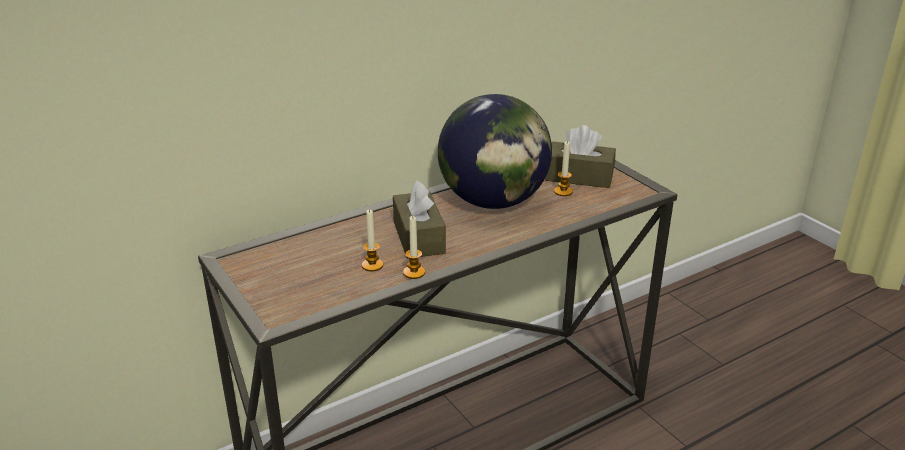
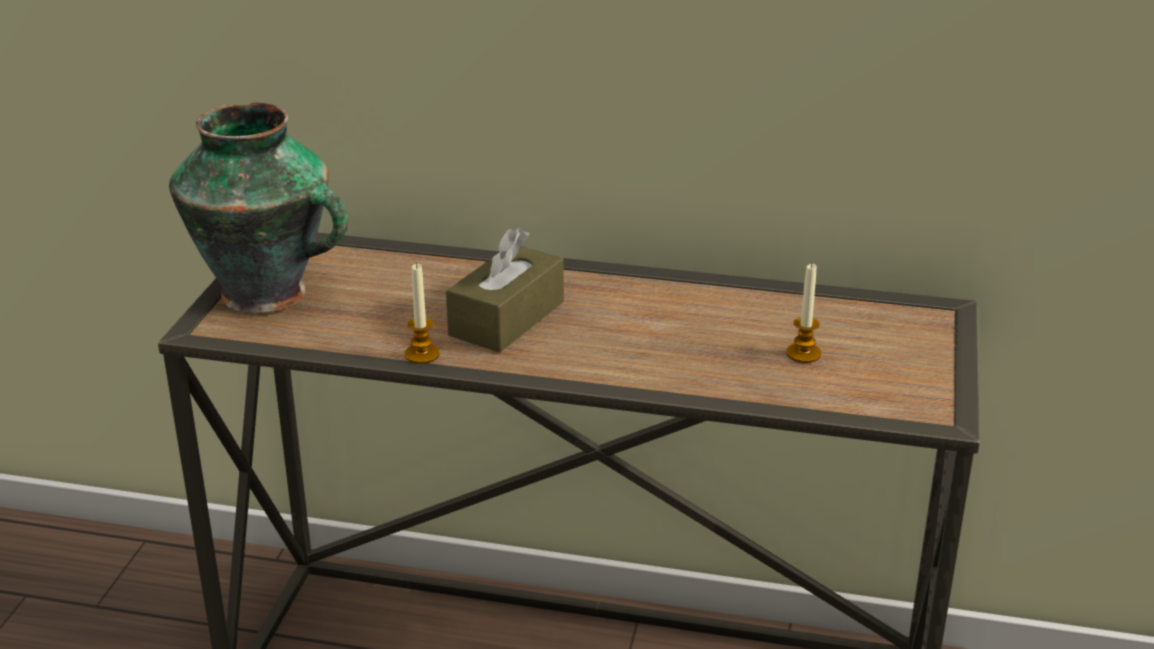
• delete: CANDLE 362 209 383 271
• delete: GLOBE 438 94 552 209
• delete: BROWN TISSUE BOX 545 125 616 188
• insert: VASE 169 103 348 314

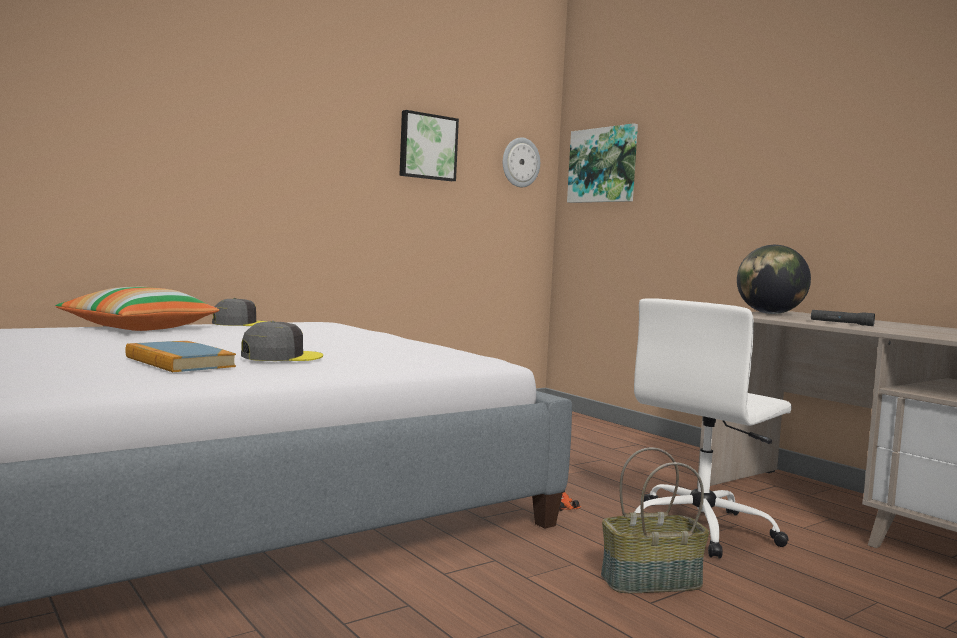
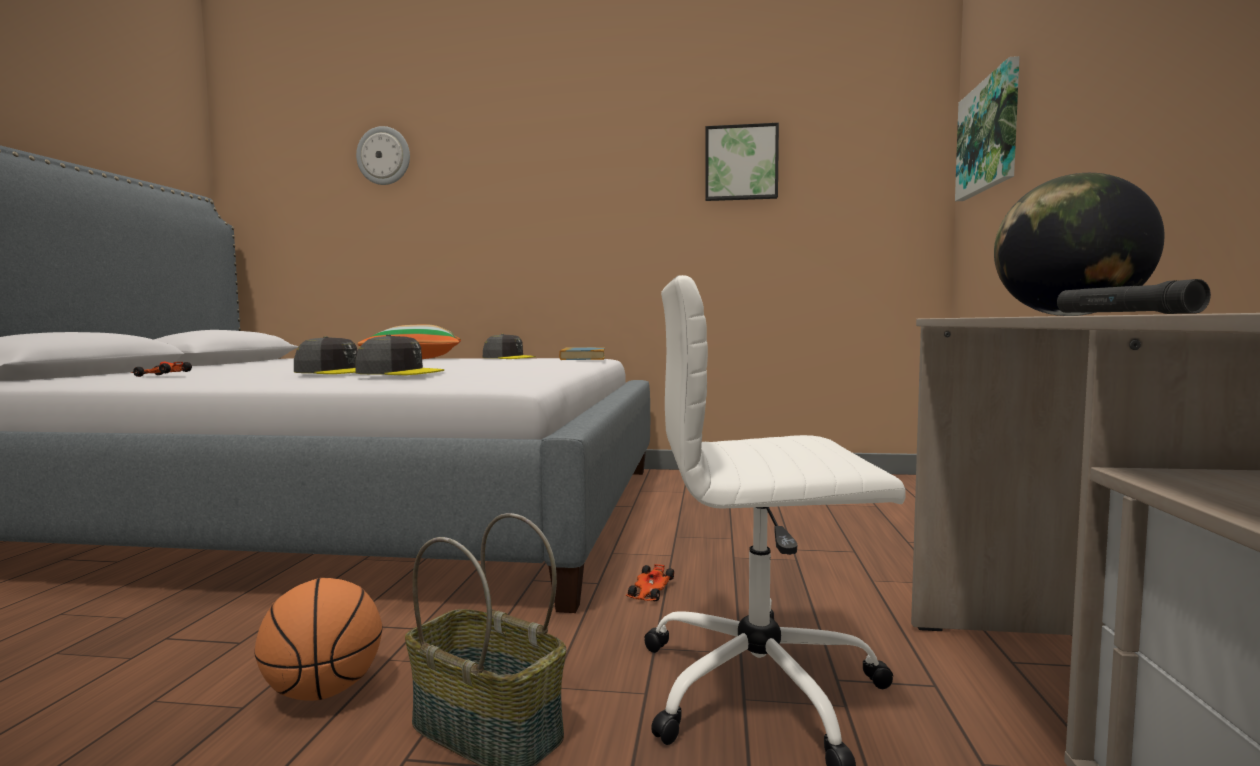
• insert: TOY CAR 130 362 192 377
• insert: BASKETBALL 254 578 383 701
• insert: GREY CAP 355 334 444 375
• move: BOOK 125 341 236 372 to 559 347 605 360
• move: WALL CLOCK 503 137 540 187 to 356 126 410 185

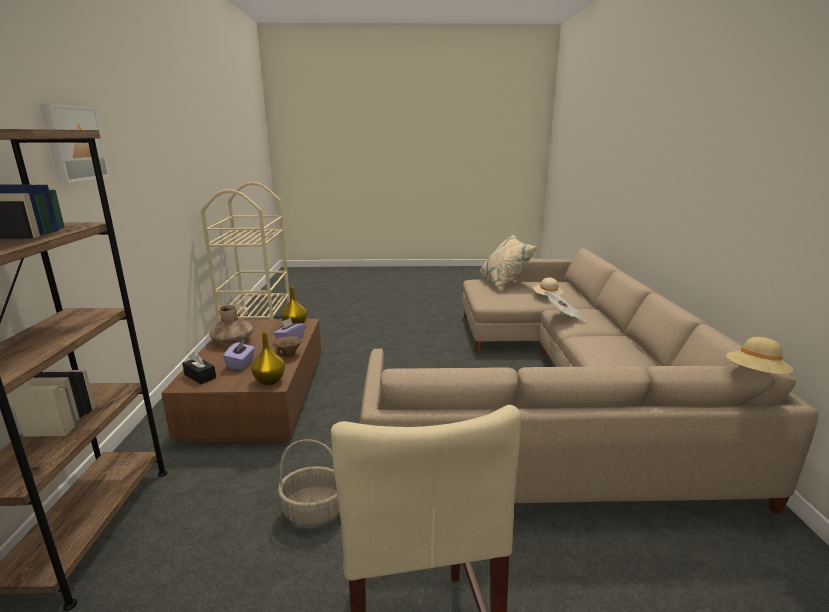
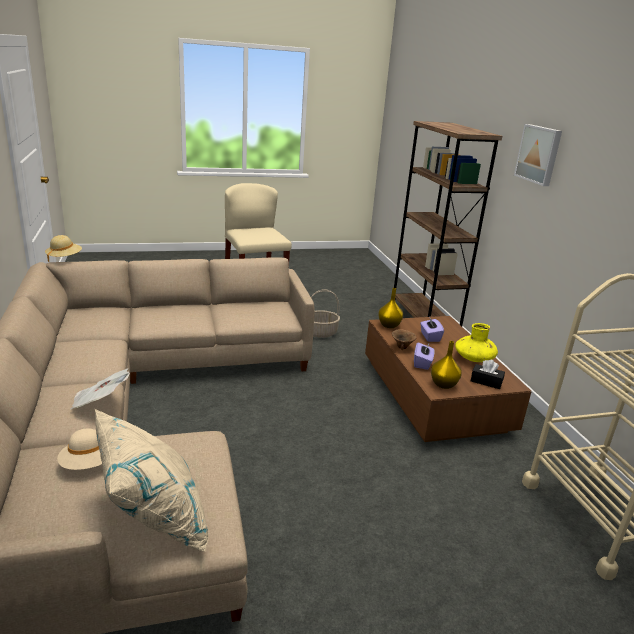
• move: BLACK TISSUE BOX 182 352 216 384 to 471 359 505 389
• recolor: BROWN VASE 209 304 253 345 to YELLOW VASE 455 323 498 362

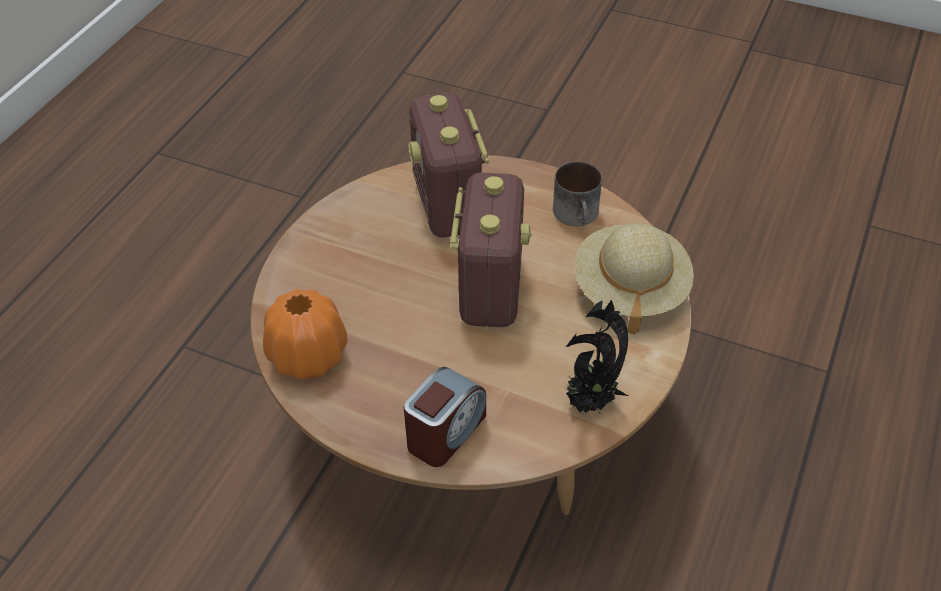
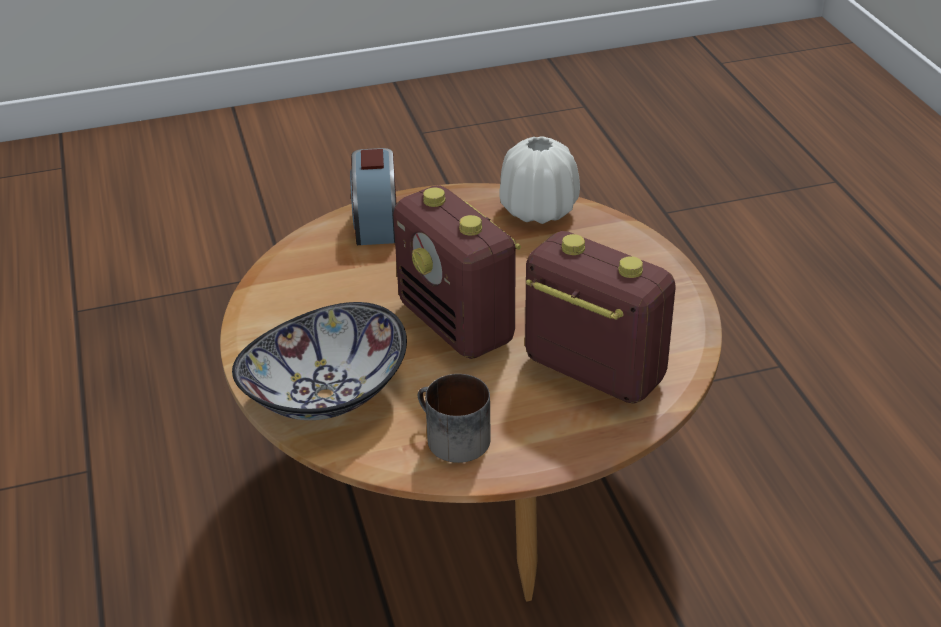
• delete: POTTED PLANT 565 299 628 414
• replace: BEIGE HAT 575 223 694 335 to BOWL 232 302 407 420
• recolor: ORANGE VASE 263 289 348 379 to WHITE VASE 500 136 580 224

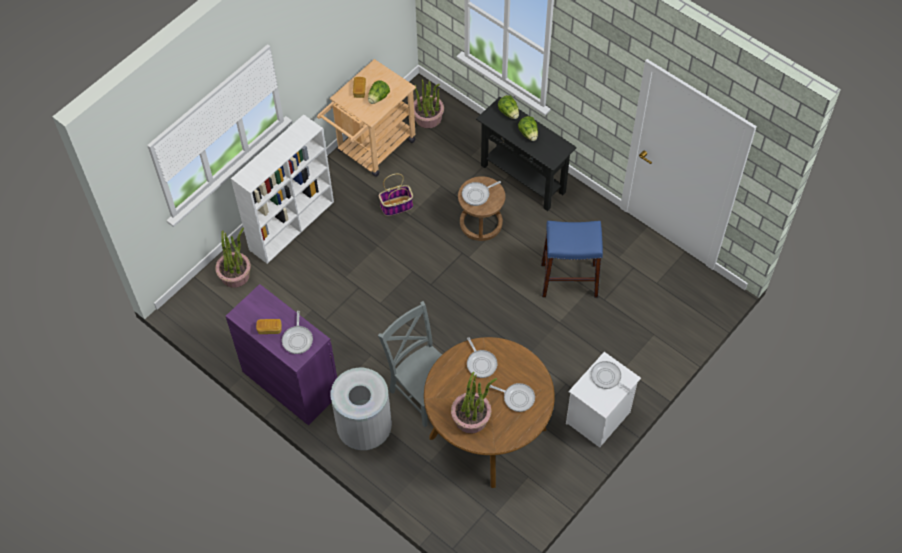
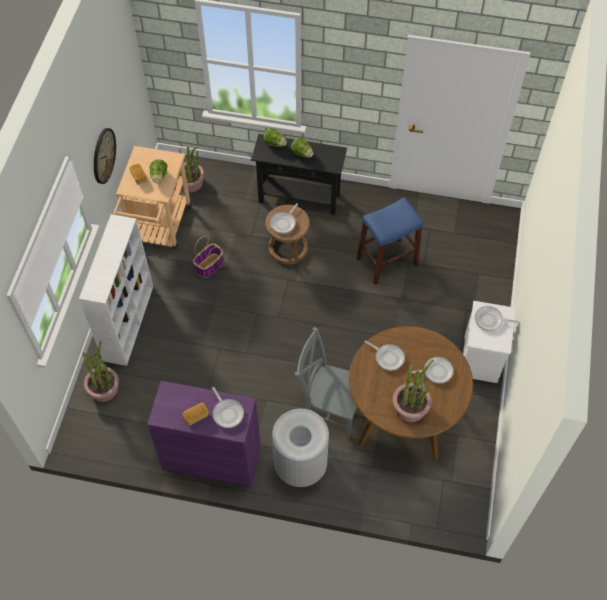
• insert: WALL CLOCK 94 128 116 184

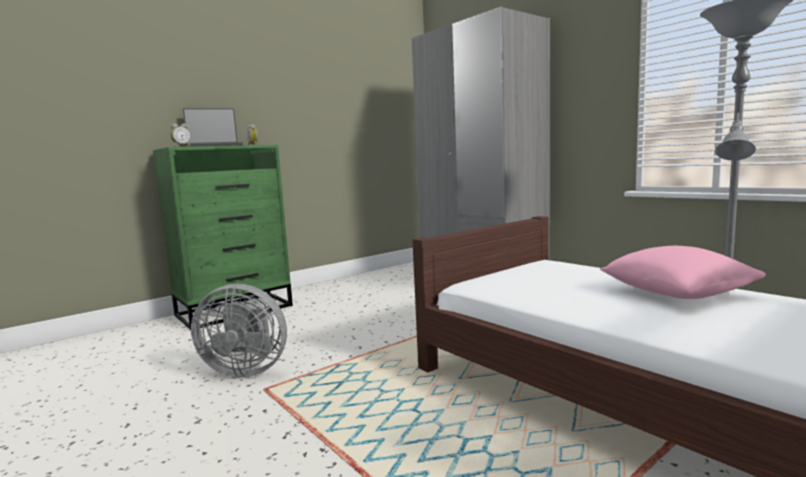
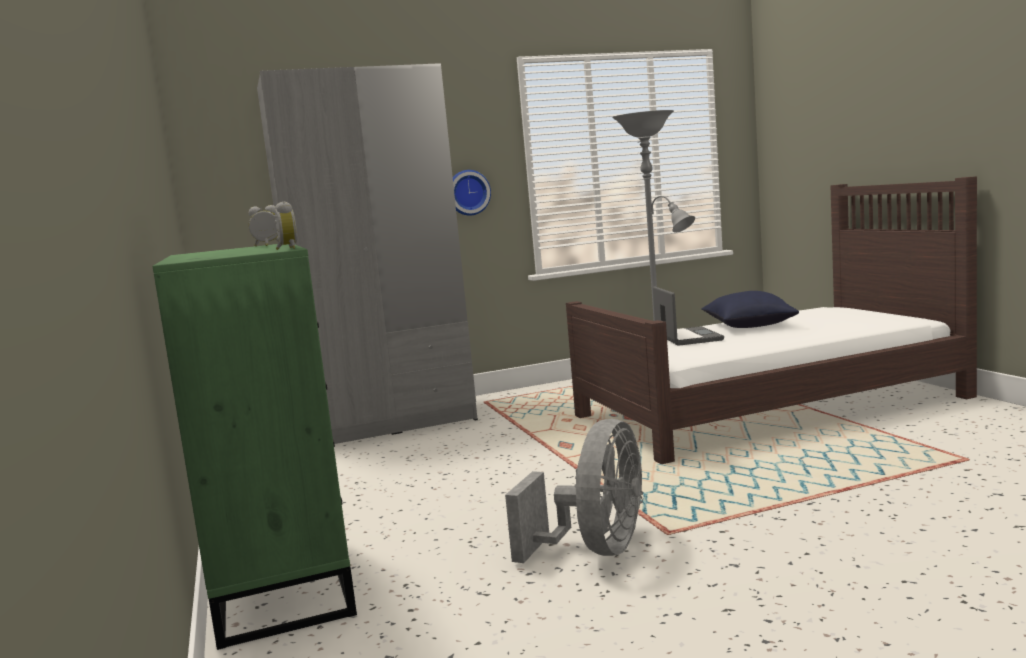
• insert: WALL CLOCK 453 170 491 216
• move: LAPTOP 183 108 243 147 to 653 286 724 346
• recolor: PINK PILLOW 600 246 766 299 to BLUE PILLOW 702 291 799 328

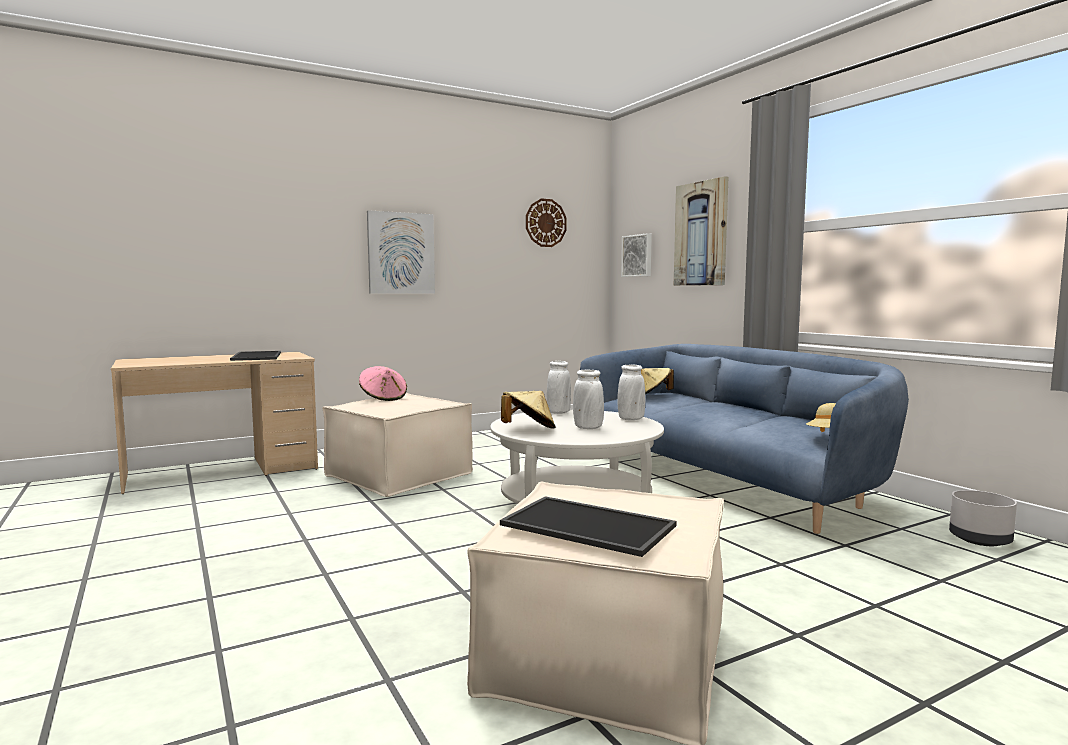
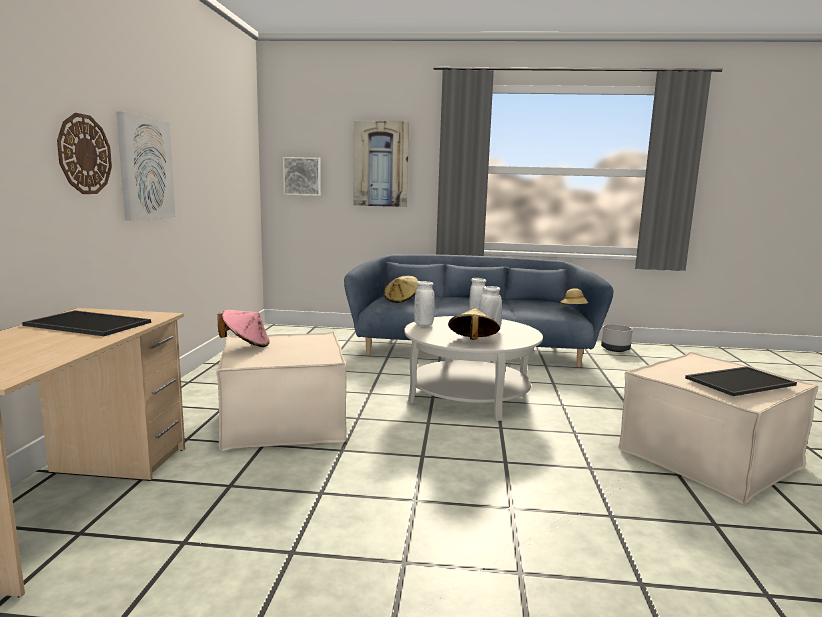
• move: WALL CLOCK 526 198 567 247 to 57 113 112 194

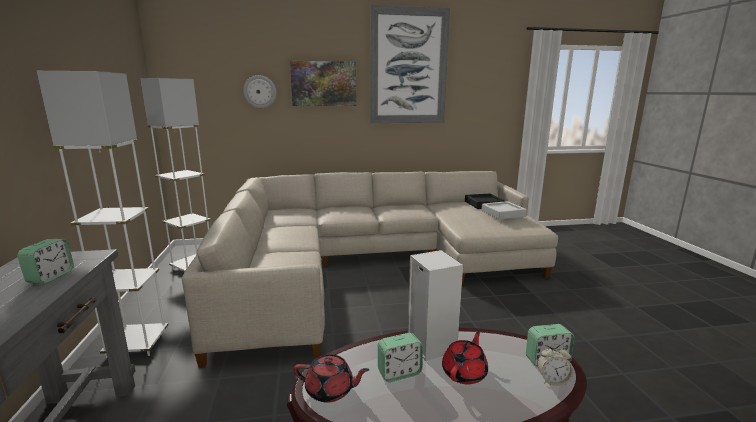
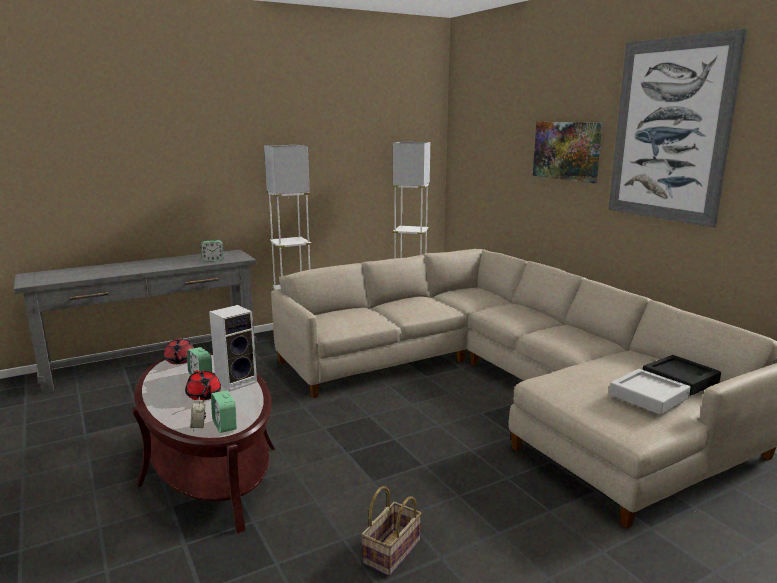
• delete: WALL CLOCK 243 75 276 108
• insert: BASKET 361 486 421 576
• rotate: RED TEAPOT 442 331 488 385 = 185 370 221 401 45 degrees clockwise

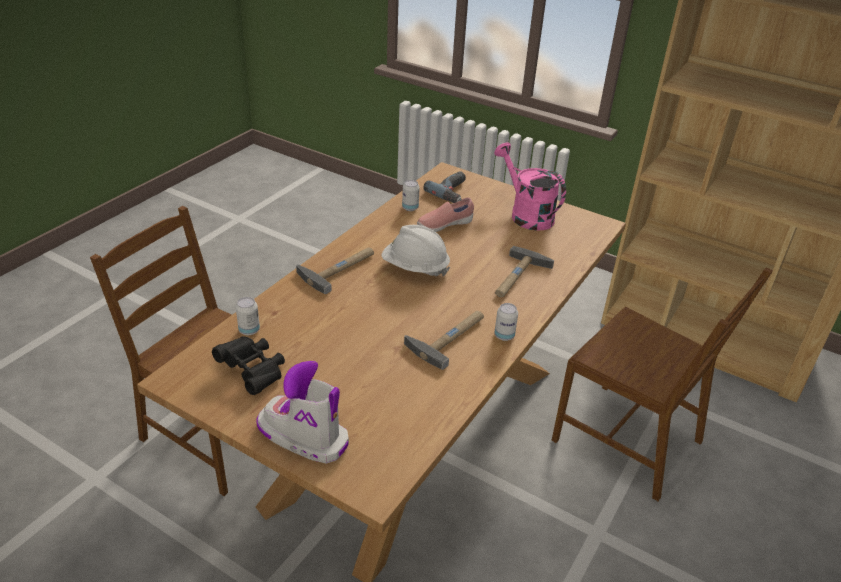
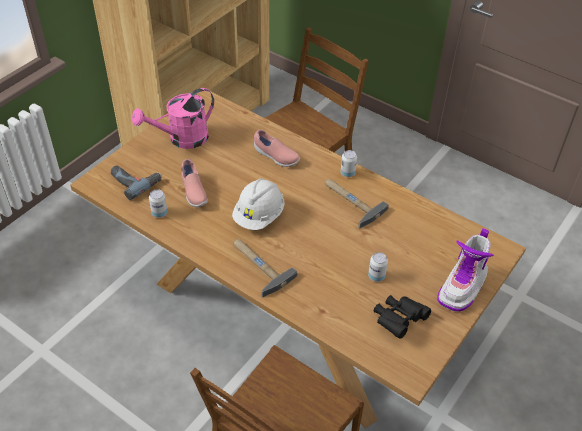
• move: CAN 236 297 260 335 to 368 252 388 282
• replace: HAMMER 495 246 554 297 to PINK SHOE 254 129 300 167

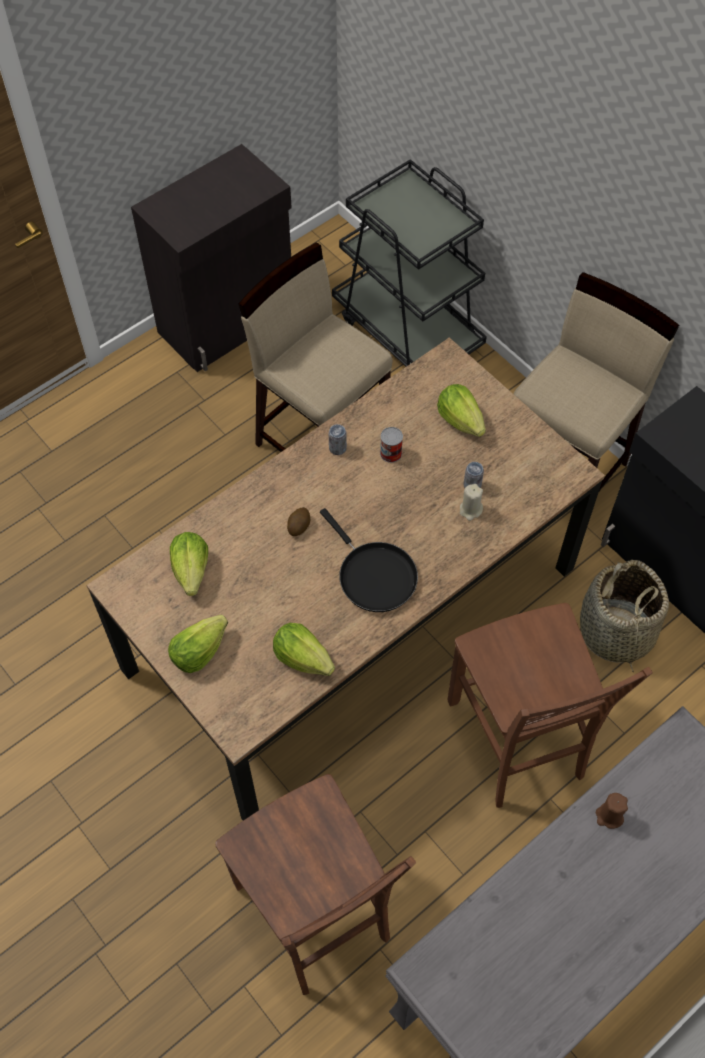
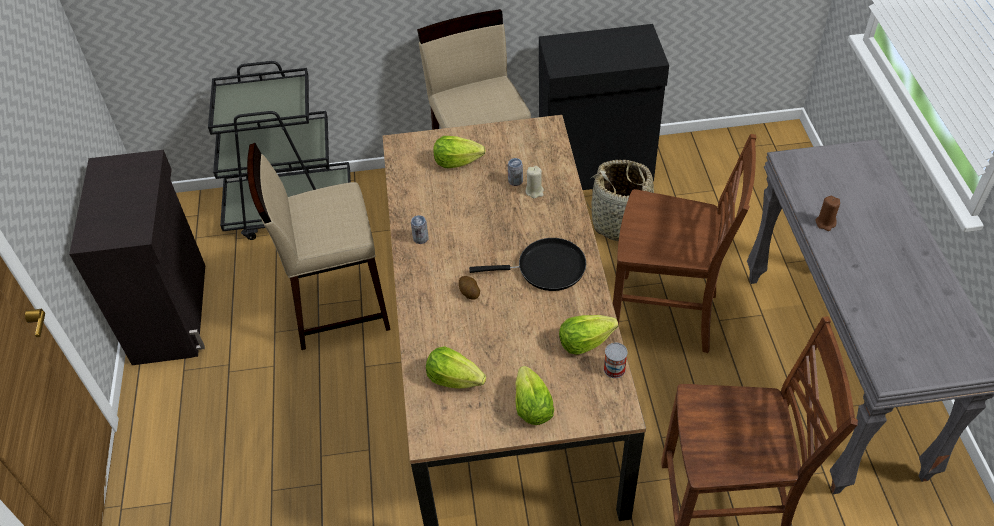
• move: CAN 380 427 403 463 to 604 343 628 378

